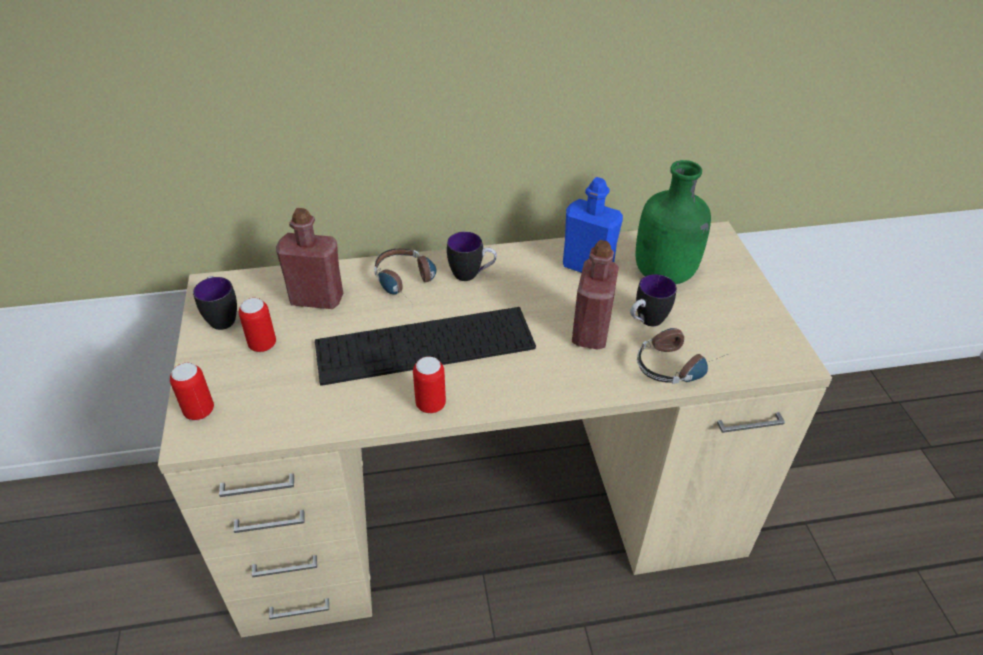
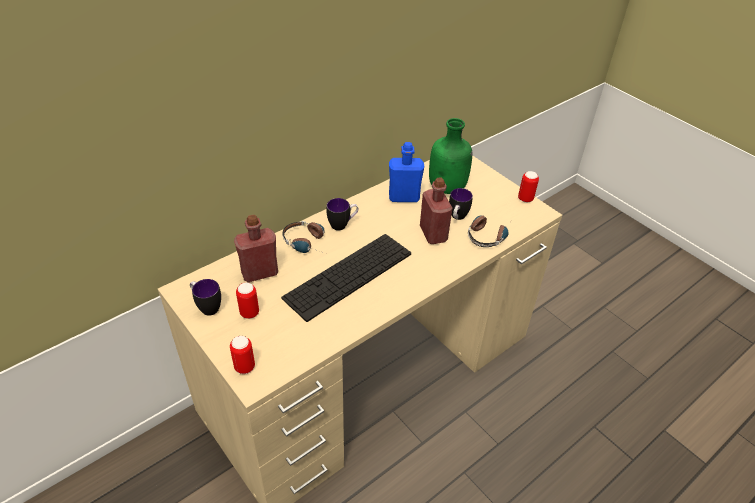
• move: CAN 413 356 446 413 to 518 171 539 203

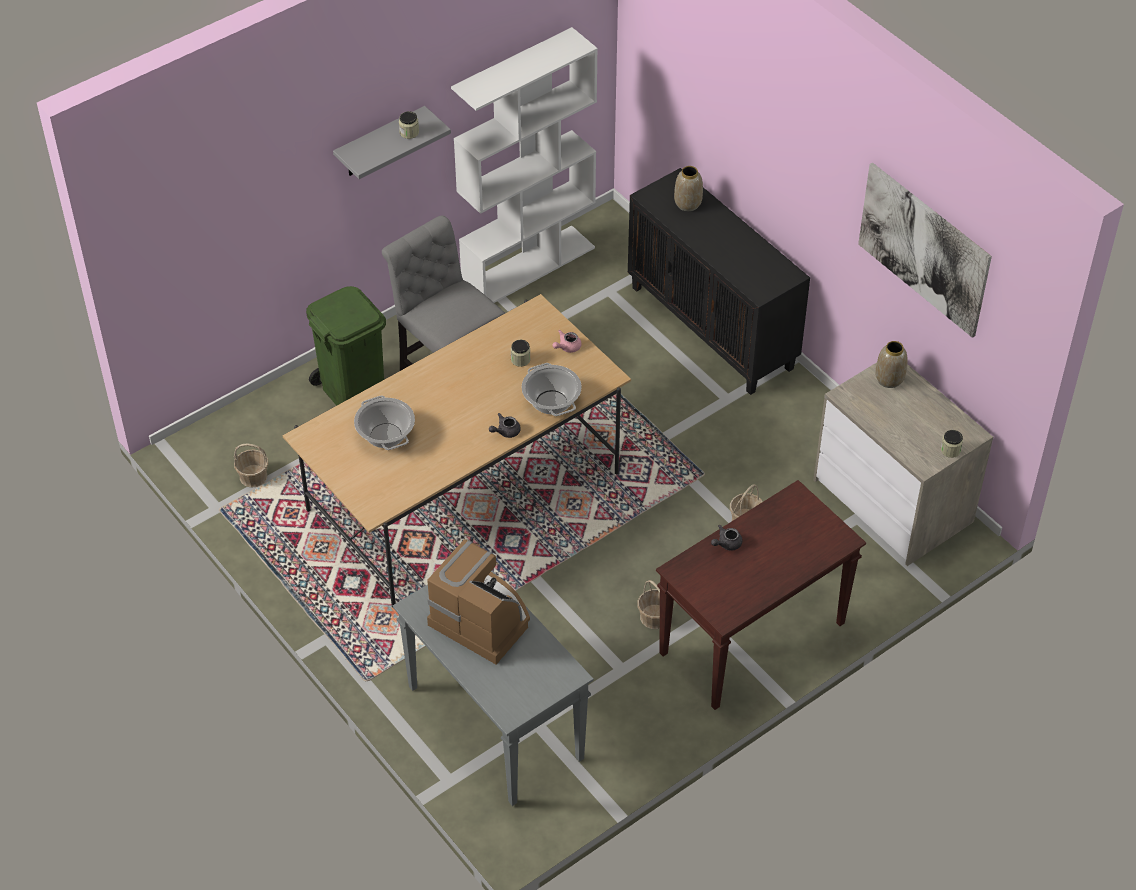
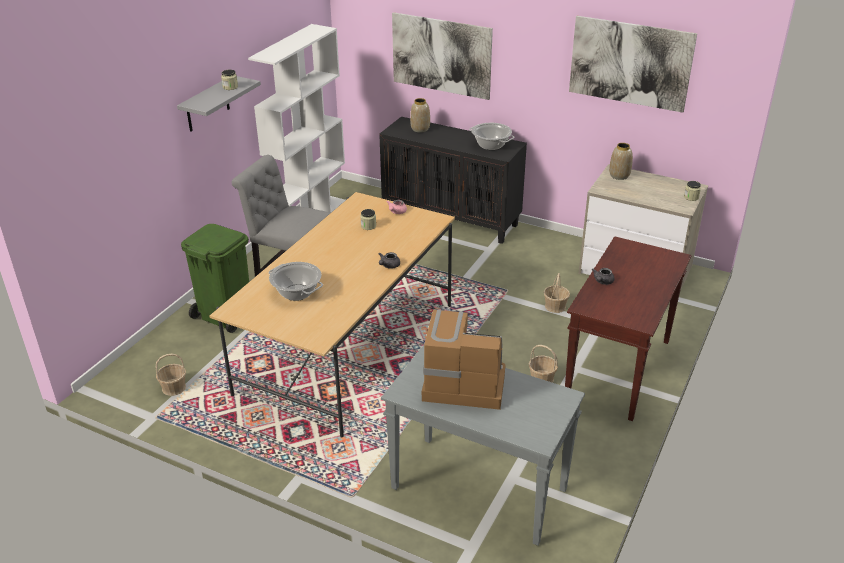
• insert: PICTURE 392 12 493 100
• move: COOKING POT 521 363 582 416 to 469 123 515 150

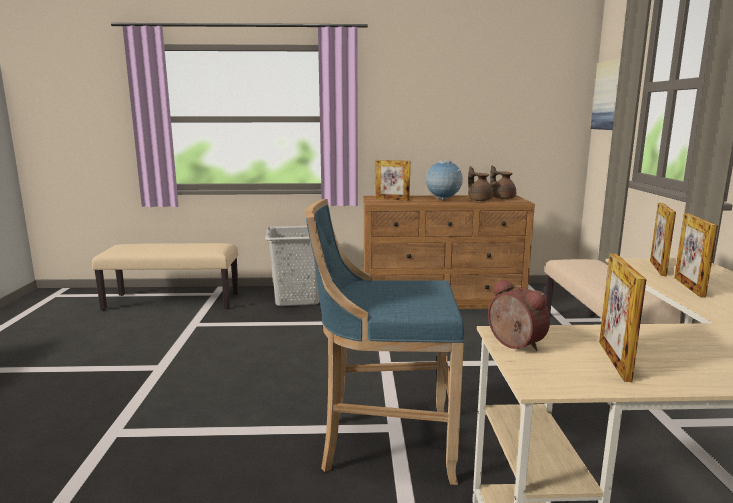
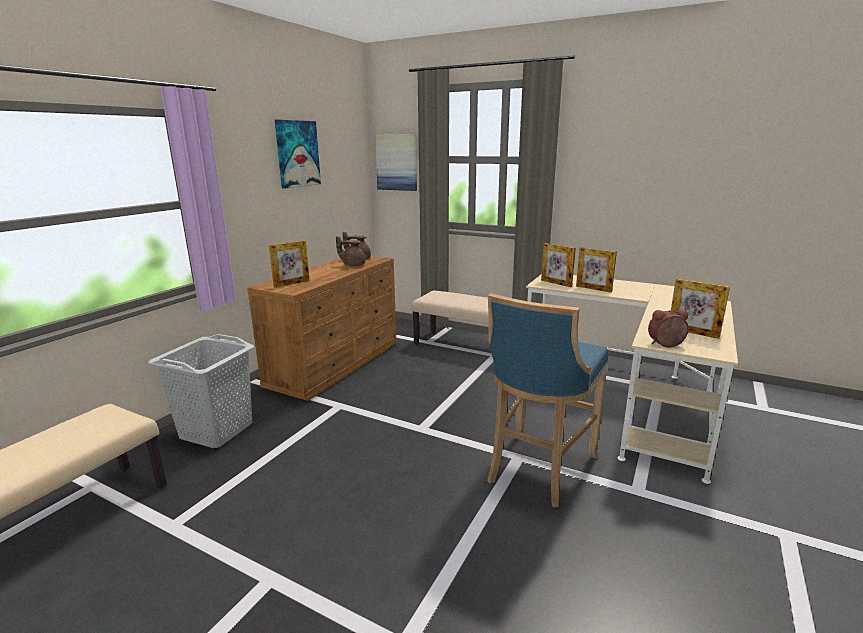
• delete: GLOBE 426 160 463 200
• insert: PICTURE 275 119 321 188

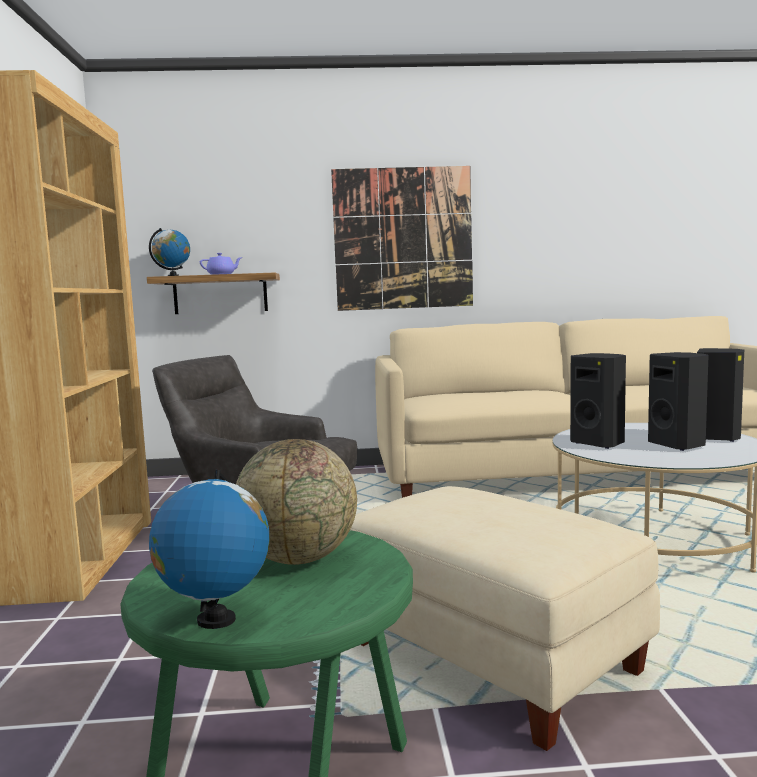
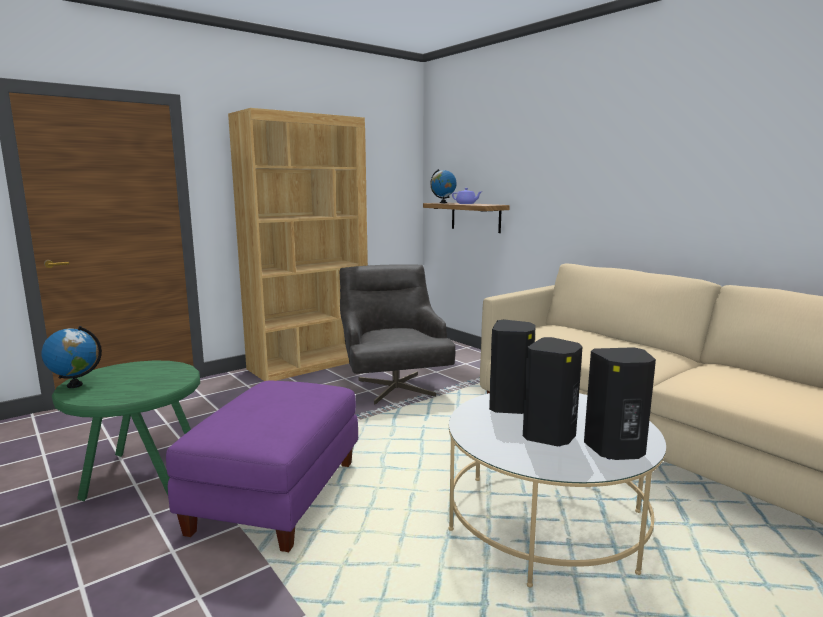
• delete: GLOBE 236 439 357 565
• delete: PICTURE 331 166 473 311
• recolor: BEIGE OTTOMAN 350 486 660 751 to PURPLE OTTOMAN 166 381 358 552

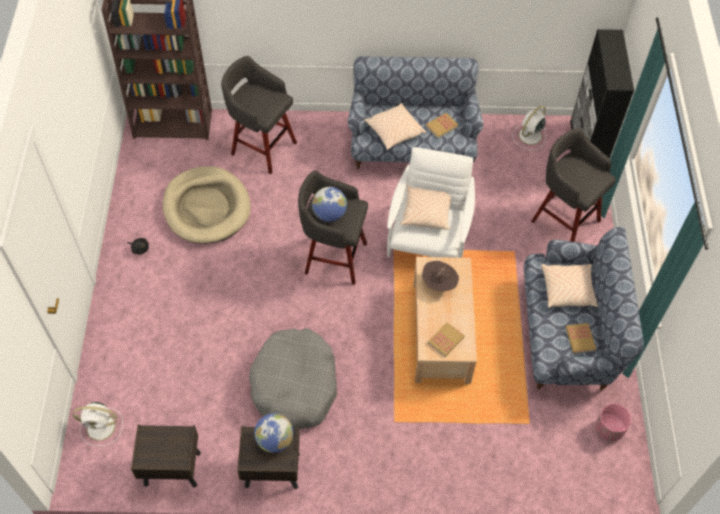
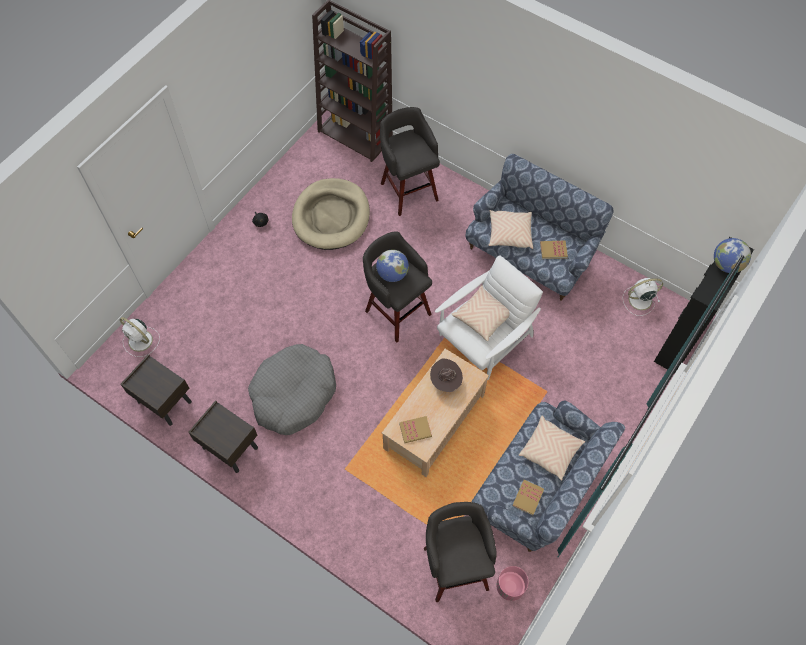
• move: GLOBE 254 413 293 453 to 714 238 751 273
• move: GREY STOOL 531 128 616 242 to 424 502 497 602

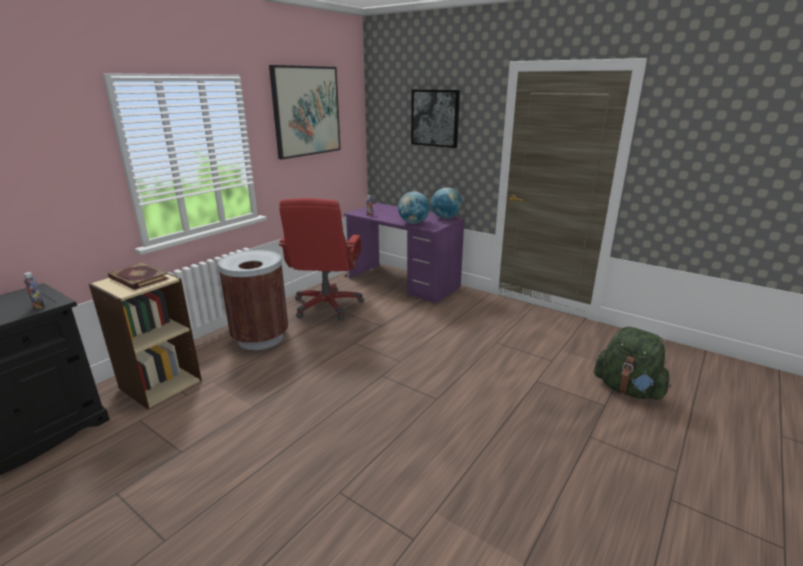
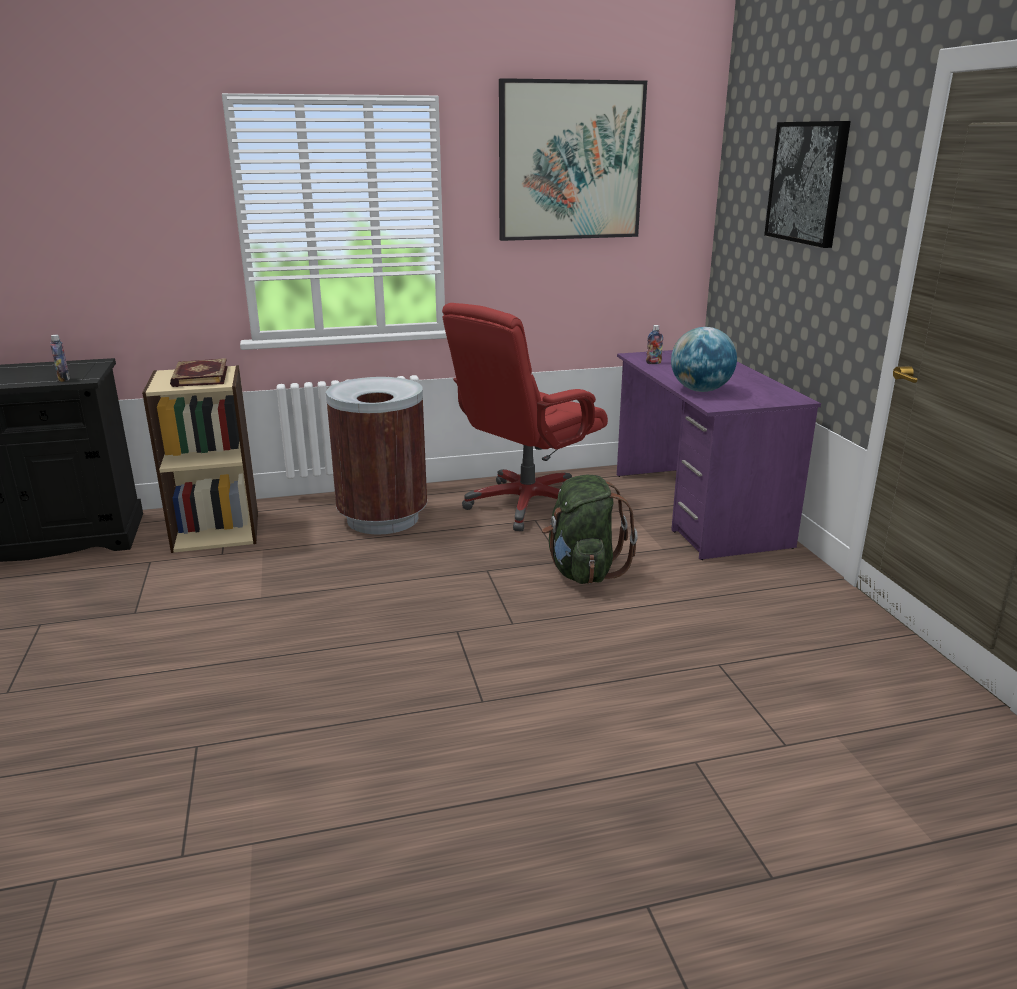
• delete: GLOBE 431 188 462 219
• move: GREEN BACKPACK 594 327 671 400 to 542 475 638 584

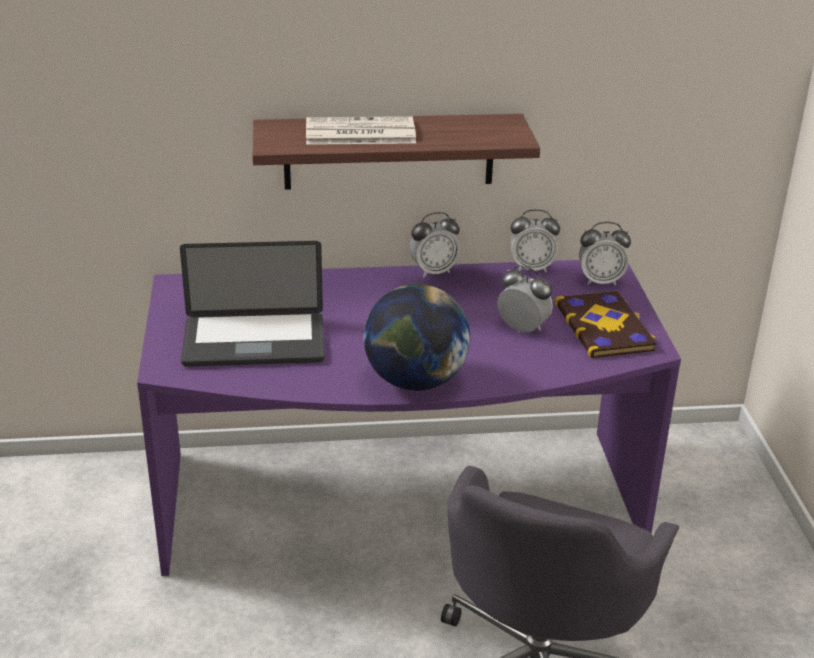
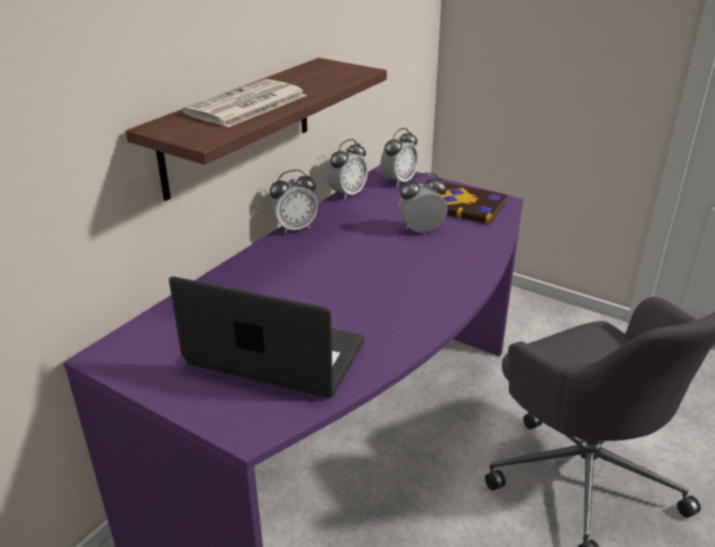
• delete: GLOBE 364 284 470 391
• rotate: LAPTOP 180 241 325 367 = 169 276 364 398 105 degrees counterclockwise
• rotate: ALARM CLOCK 409 212 460 277 = 269 170 318 234 45 degrees clockwise

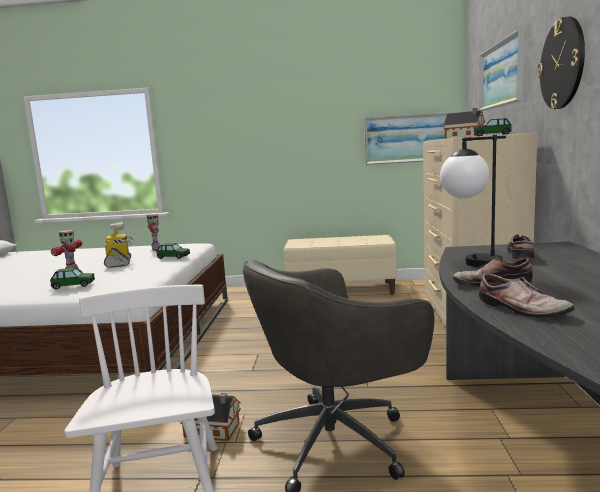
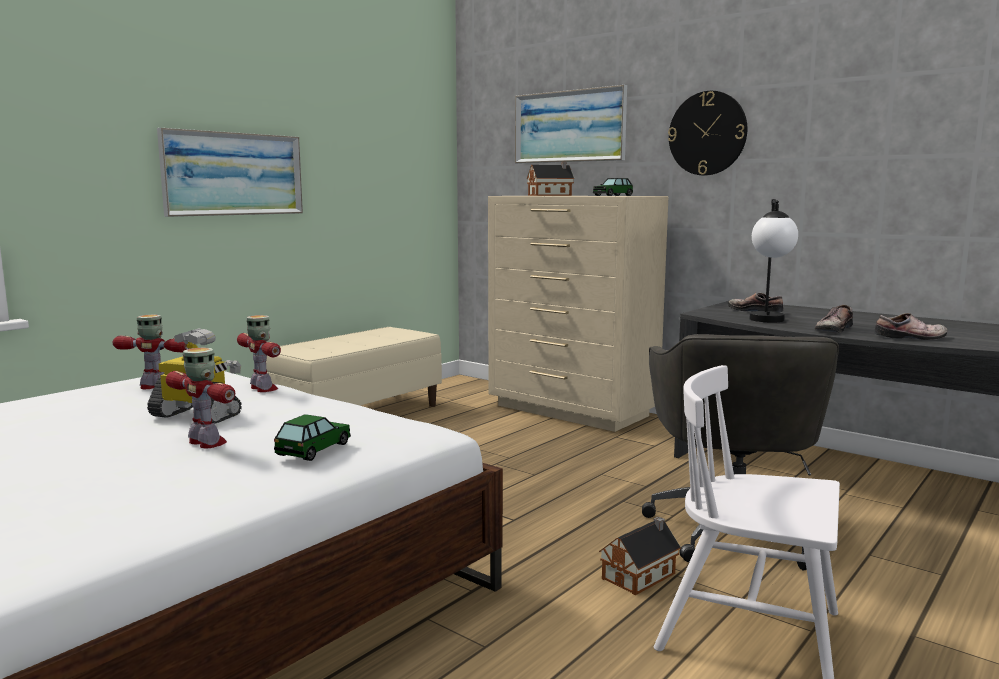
• move: PICTURE 364 112 454 165 to 157 128 303 217
• replace: TOY CAR 156 243 190 259 to TOY ROBOT 237 315 281 392

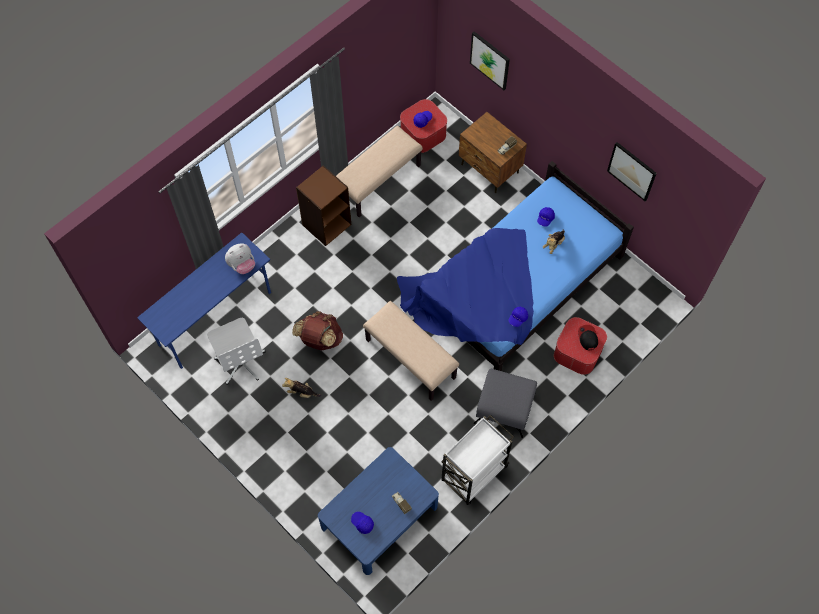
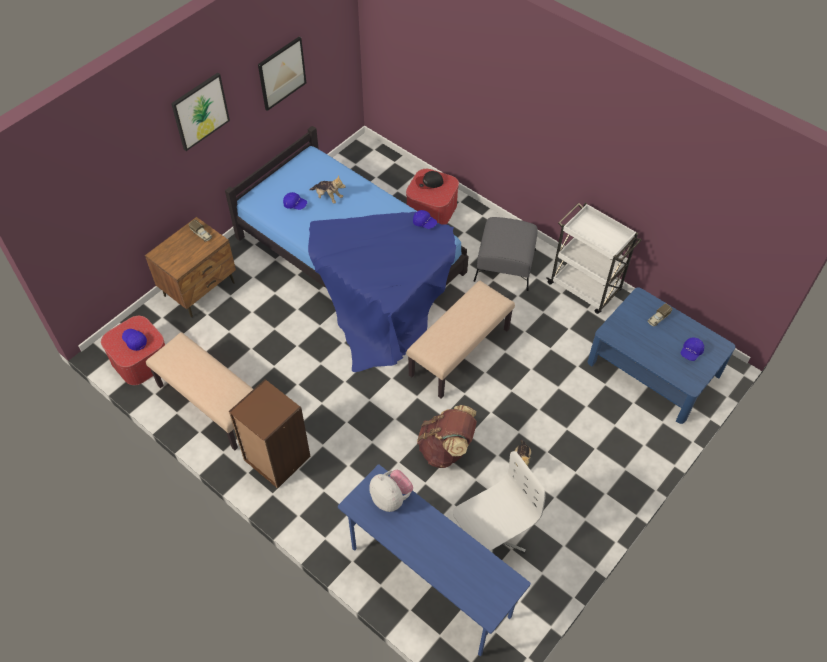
• move: PICTURE 470 31 510 90 to 171 73 230 151

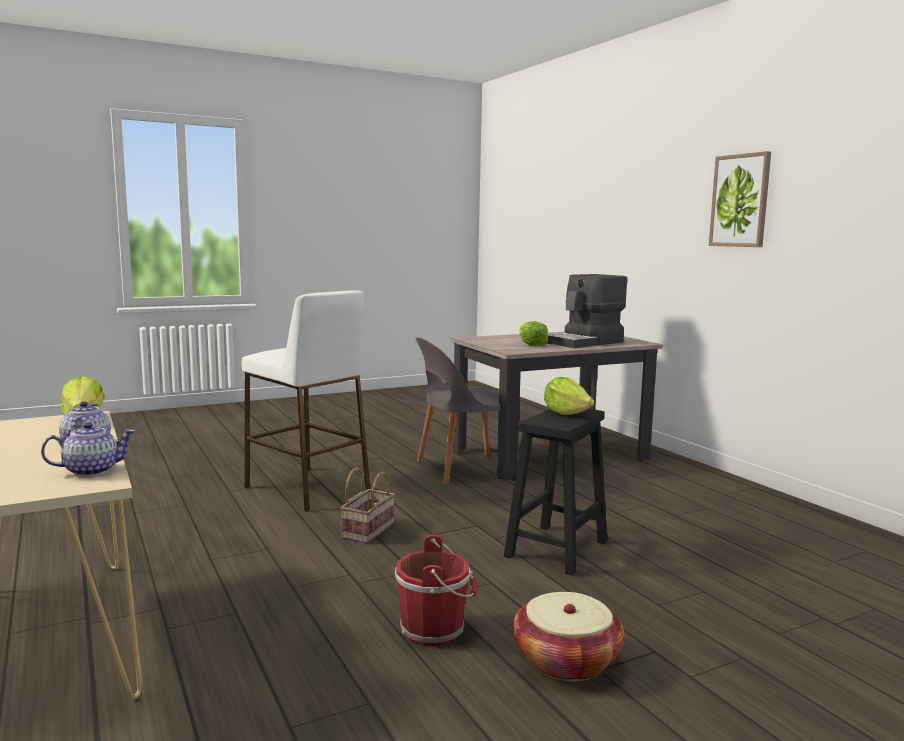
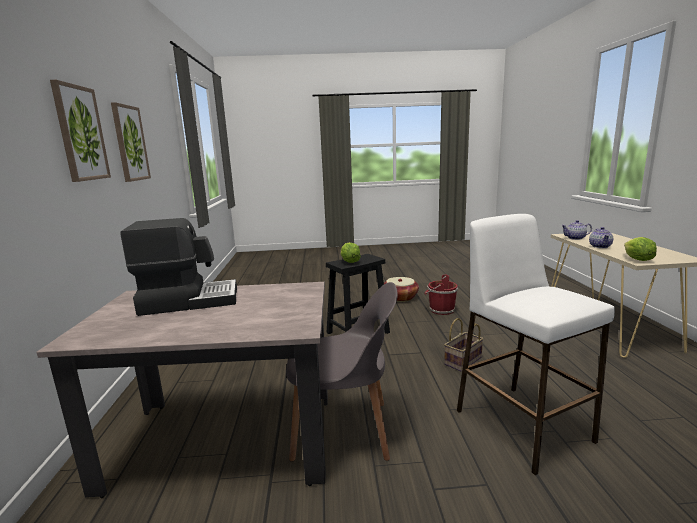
• delete: LETTUCE 519 321 548 346
• insert: PICTURE 111 102 151 182

